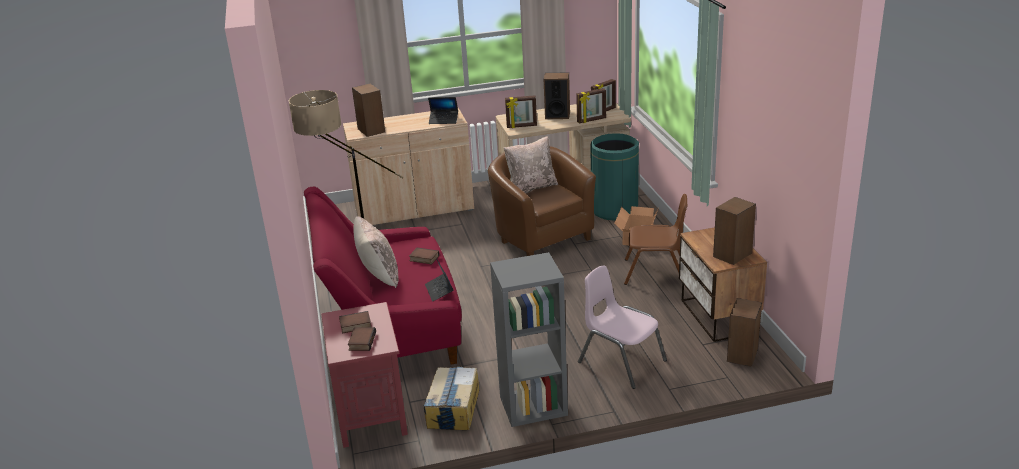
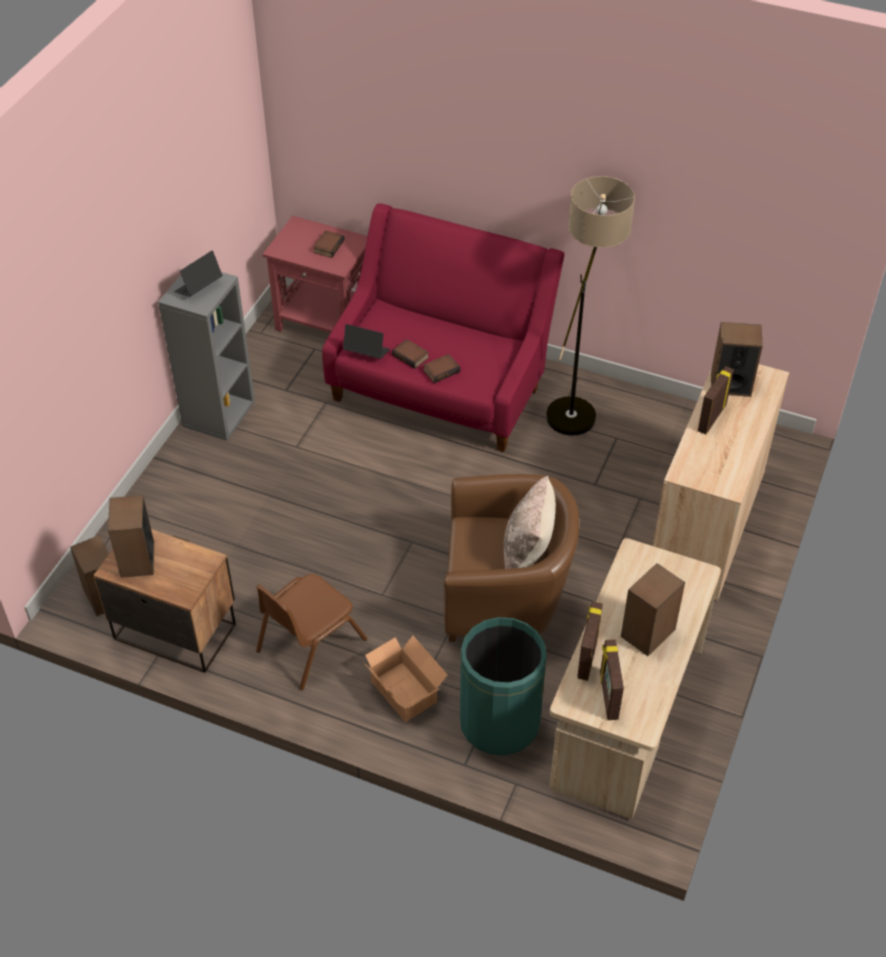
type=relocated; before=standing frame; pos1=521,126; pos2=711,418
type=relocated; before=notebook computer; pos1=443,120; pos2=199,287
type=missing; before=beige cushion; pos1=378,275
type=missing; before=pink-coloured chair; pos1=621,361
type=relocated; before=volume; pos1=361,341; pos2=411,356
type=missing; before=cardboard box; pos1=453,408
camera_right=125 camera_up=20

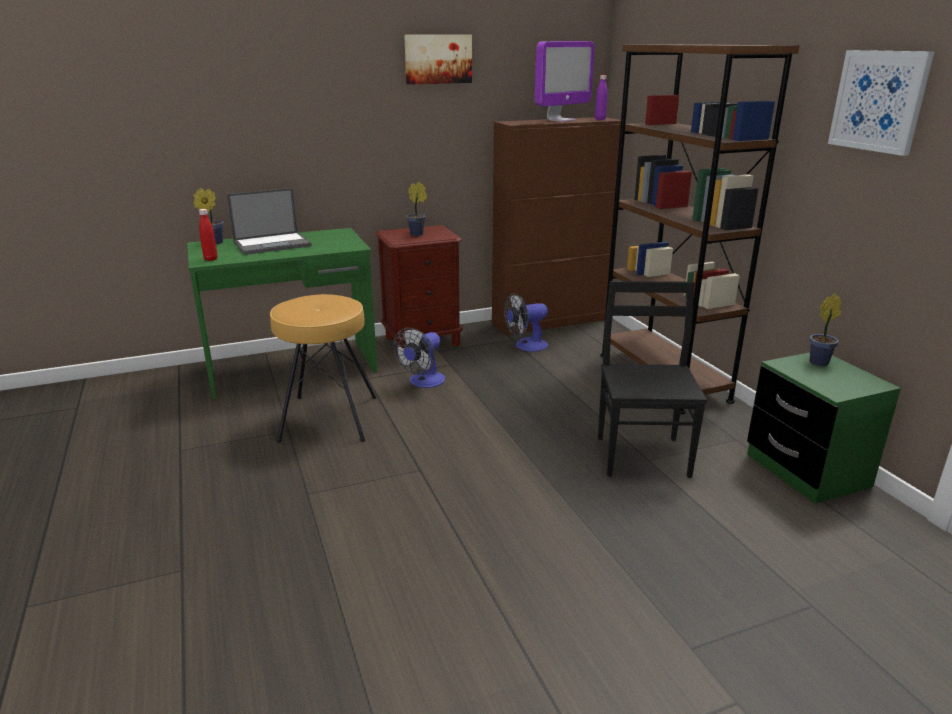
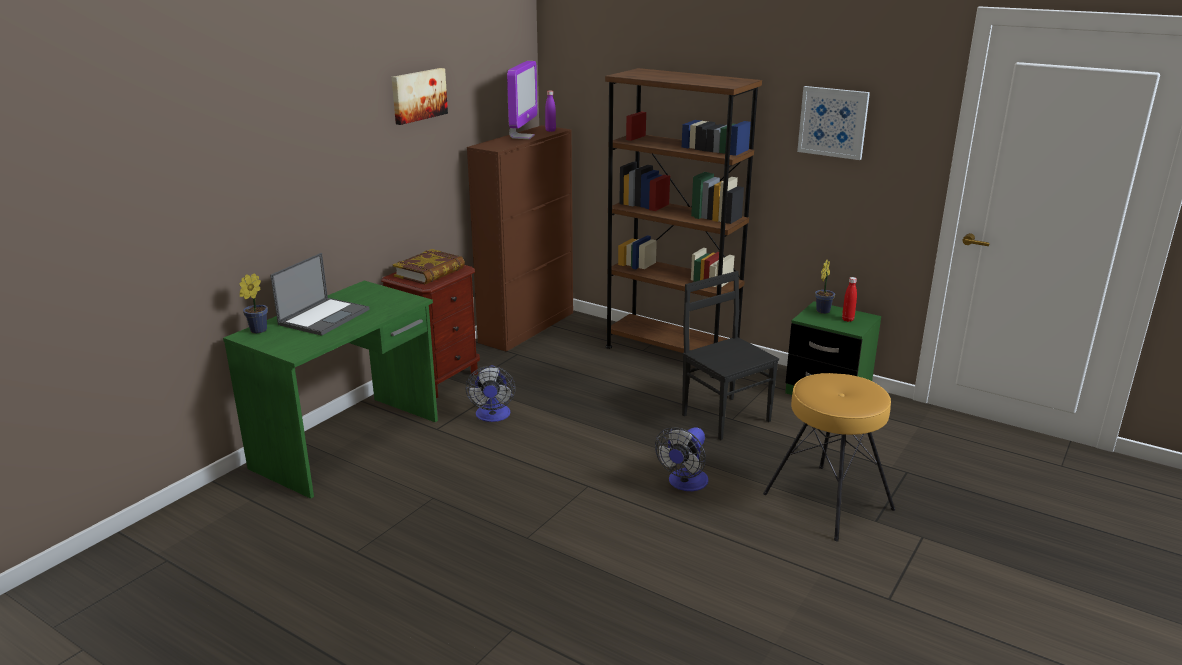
type=exchanged; before=potted plant; after=volume; pos1=418,234; pos2=430,272
type=relocated; before=red-coloured drink bottle; pos1=211,259; pos2=847,319
type=relocated; before=fan; pos1=526,346; pos2=685,483
type=relocated; before=brown stool seat; pos1=328,418; pos2=827,502
camera_right=-35 camera_up=0

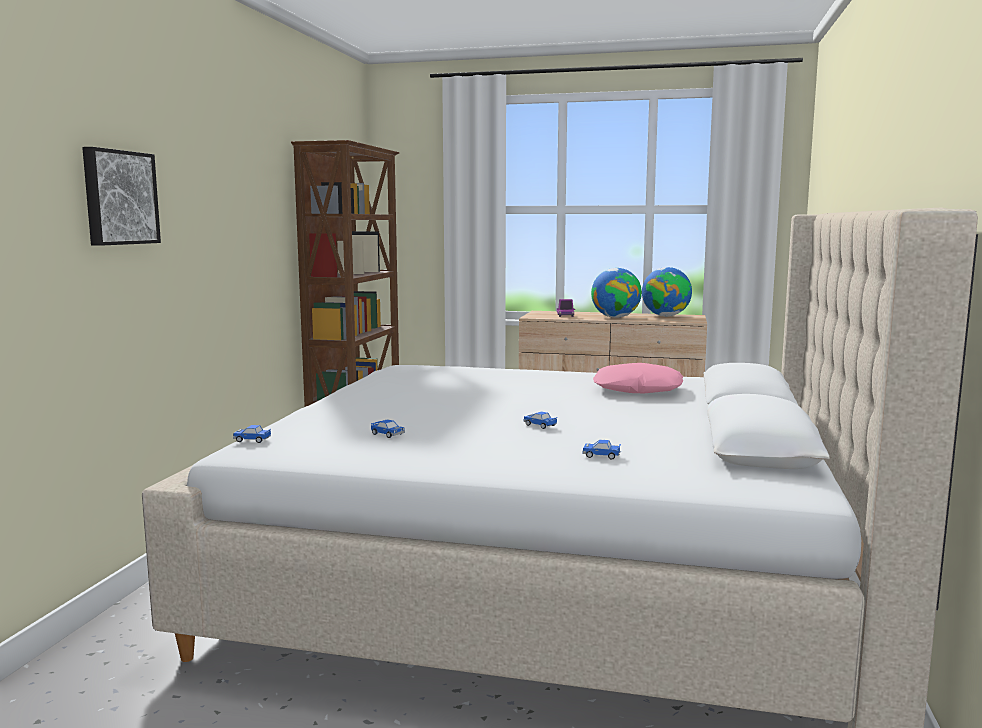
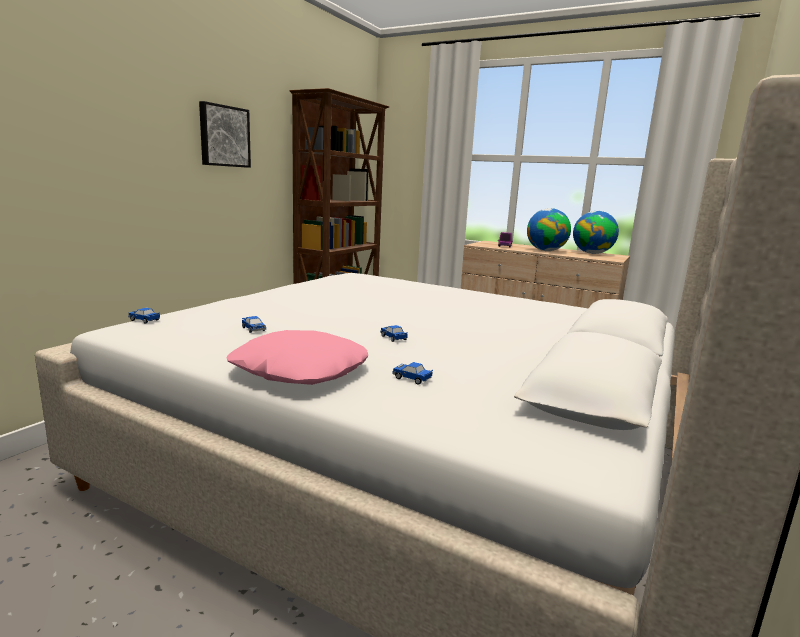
type=relocated; before=wall picture; pos1=119,197; pos2=224,136
type=relocated; before=pink-coloured cushion; pos1=637,389; pos2=299,370
camera_right=15 camera_up=5

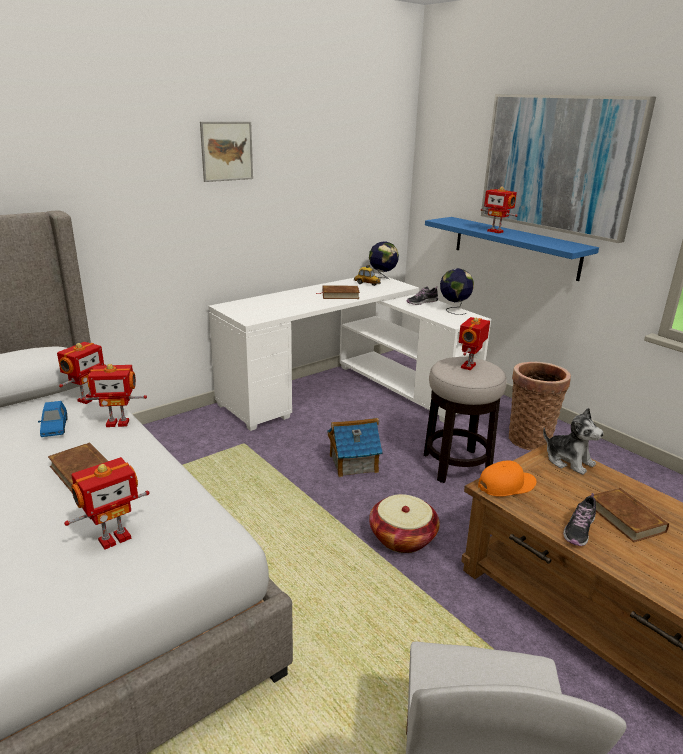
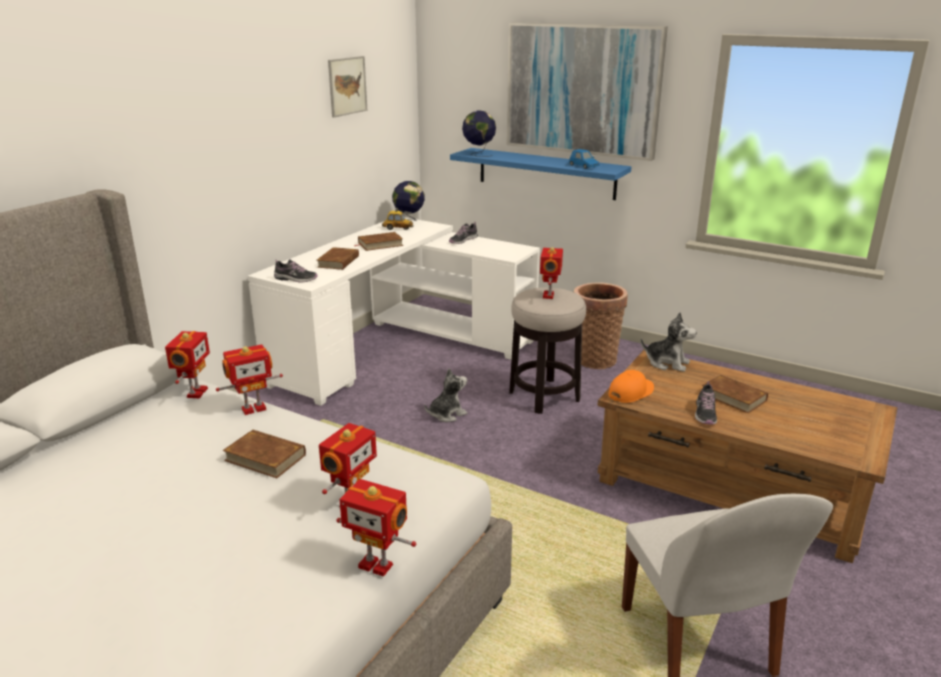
type=relocated; before=wall picture; pos1=227,151; pos2=347,86
type=relocated; before=toy robot; pos1=495,231; pos2=377,564
type=relocated; before=world globe; pos1=454,310; pos2=479,154
type=relocated; before=blue miniature car; pos1=55,428; pos2=584,166
type=exchanged; before=toy house; after=plush toy; pos1=353,463; pos2=446,414
type=missing; before=basket; pos1=402,537
type=appeared; after=brown volume; pos2=338,261
type=appeared; after=low shoe; pos2=295,279
camera_right=-20 camera_up=0

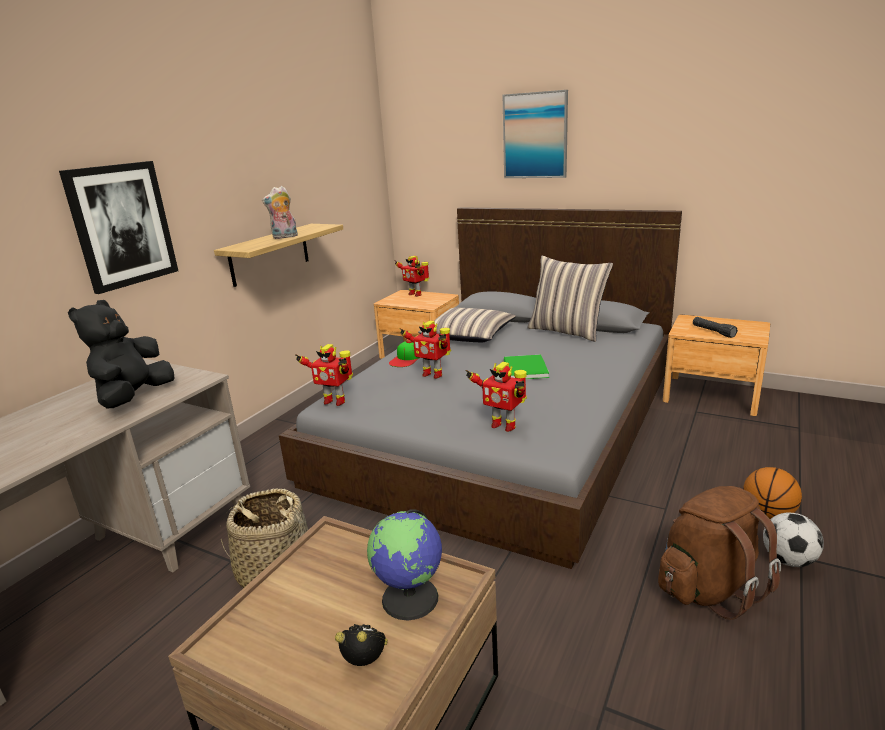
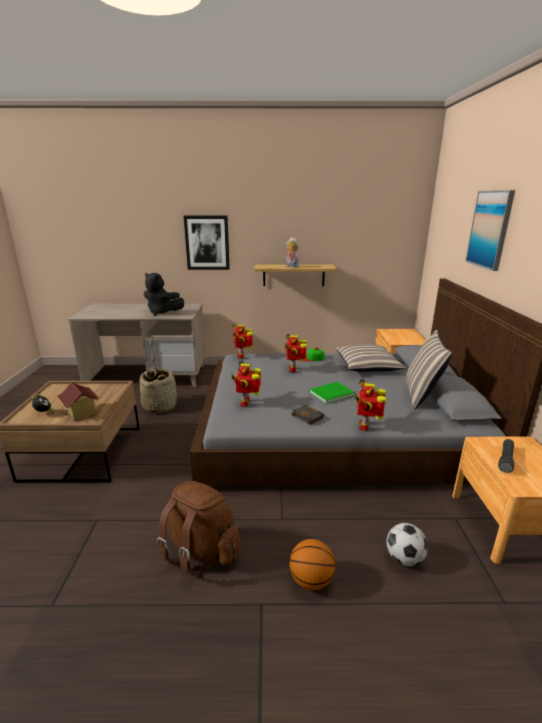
type=relocated; before=toy robot; pos1=415,294; pos2=365,426
type=spun; before=black plush toy; pos1=134,398; pos2=162,313; turn=-135
type=exchanged; before=world globe; after=toy house; pos1=411,598; pos2=81,412
type=relocated; before=ball for football; pos1=788,560; pos2=404,558
type=appeared; after=black volume; pos2=309,416
camera_right=60 camera_up=0

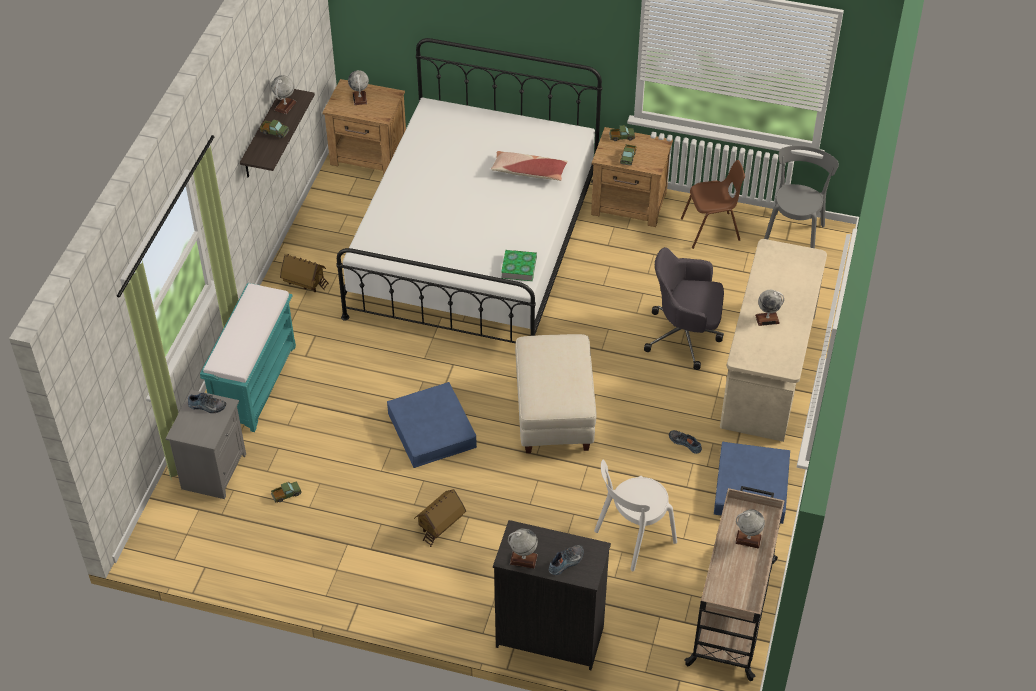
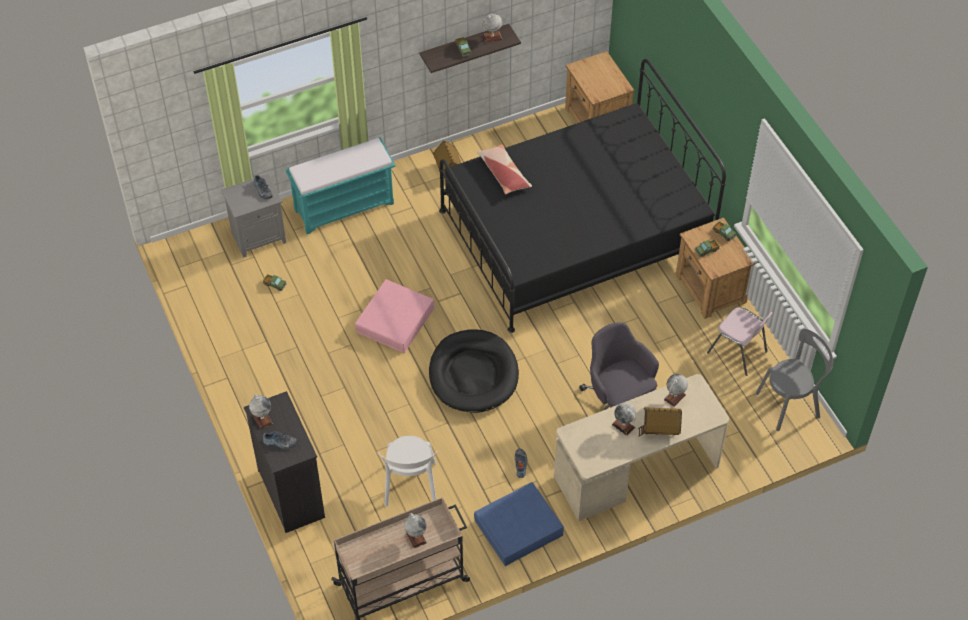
type=colour; before=white bed; after=black bed; pos1=474,247; pos2=575,232
type=relocated; before=world globe; pos1=360,98; pos2=674,397
type=relocated; before=cushion; pos1=528,172; pos2=503,174
type=colour; before=brown chair; after=pink-coloured chair; pos1=711,230; pos2=737,352
type=missing; before=volume; pos1=519,268
type=exchanged; before=beige ottoman; after=black dog bed; pos1=553,413; pos2=473,374
type=colour; before=blue storage box; after=pink-coloured storage box; pos1=432,430; pos2=395,320
type=spun; before=white chair; pos1=632,538; pos2=410,487; turn=-105
type=relocated; before=toy house; pos1=440,526; pos2=660,429
camera_right=50 camera_up=5

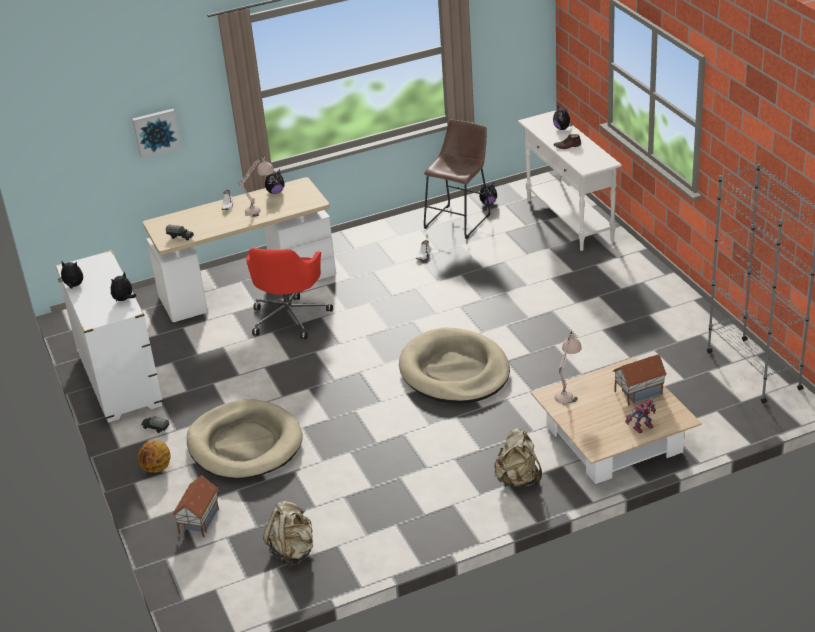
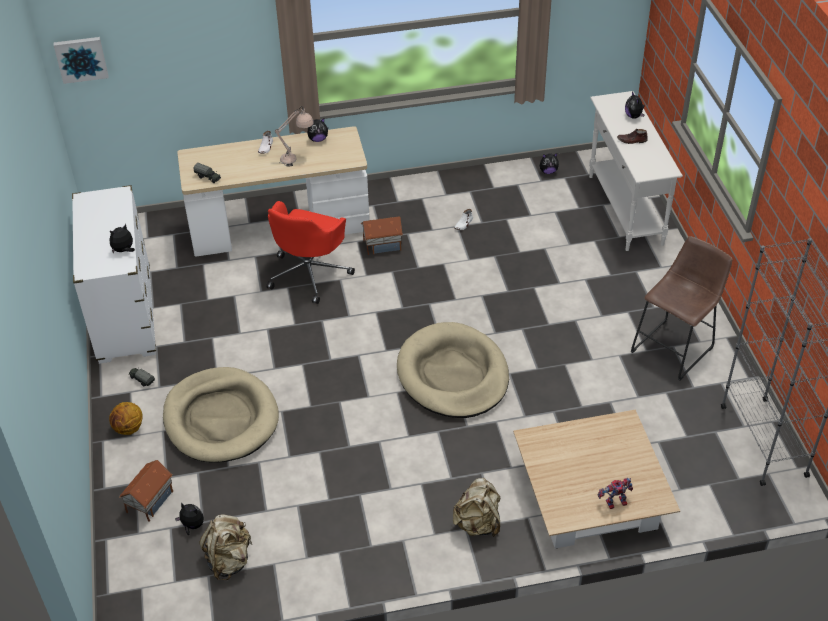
type=relocated; before=wall picture; pos1=156,132; pos2=81,59
type=relocated; before=brown stool seat; pos1=459,220; pos2=675,347
type=relocated; before=plush toy; pos1=73,286; pos2=192,526
type=missing; before=beige tabletop lamp; pos1=568,391
type=relocated; before=toy house; pos1=638,392; pos2=382,245
camera_right=10 camera_up=10

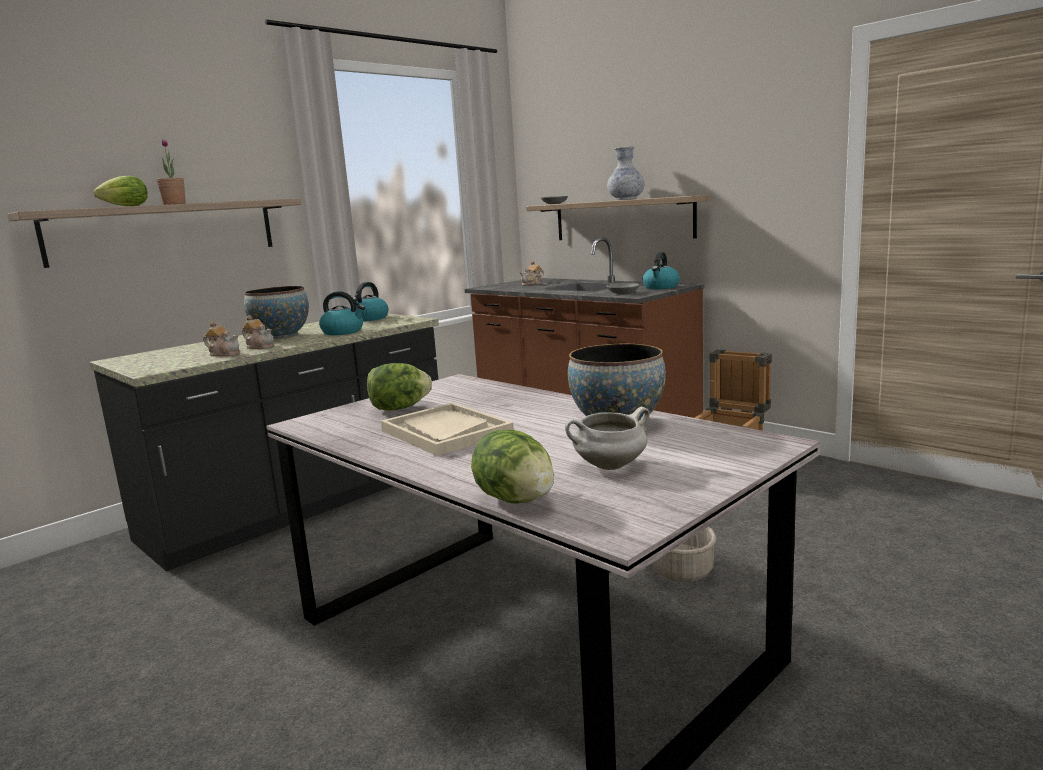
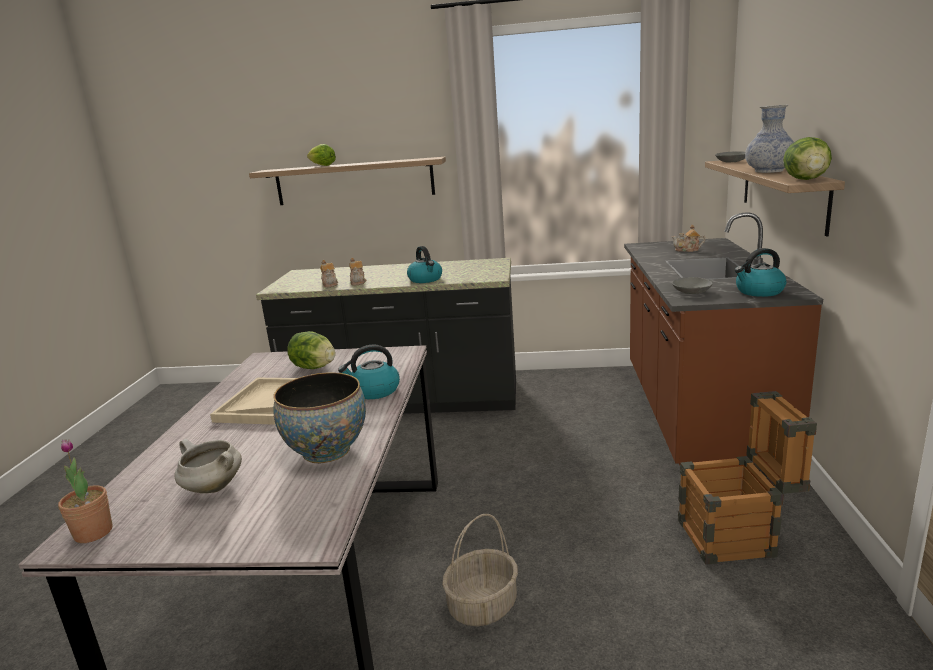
type=relocated; before=potted plant; pos1=174,204; pos2=93,533
type=relocated; before=tea kettle; pos1=369,319; pos2=374,391
type=missing; before=serving bowl; pos1=281,336
type=relocated; before=lettuce head; pos1=516,500; pos2=806,180
camera_right=50 camera_up=5

